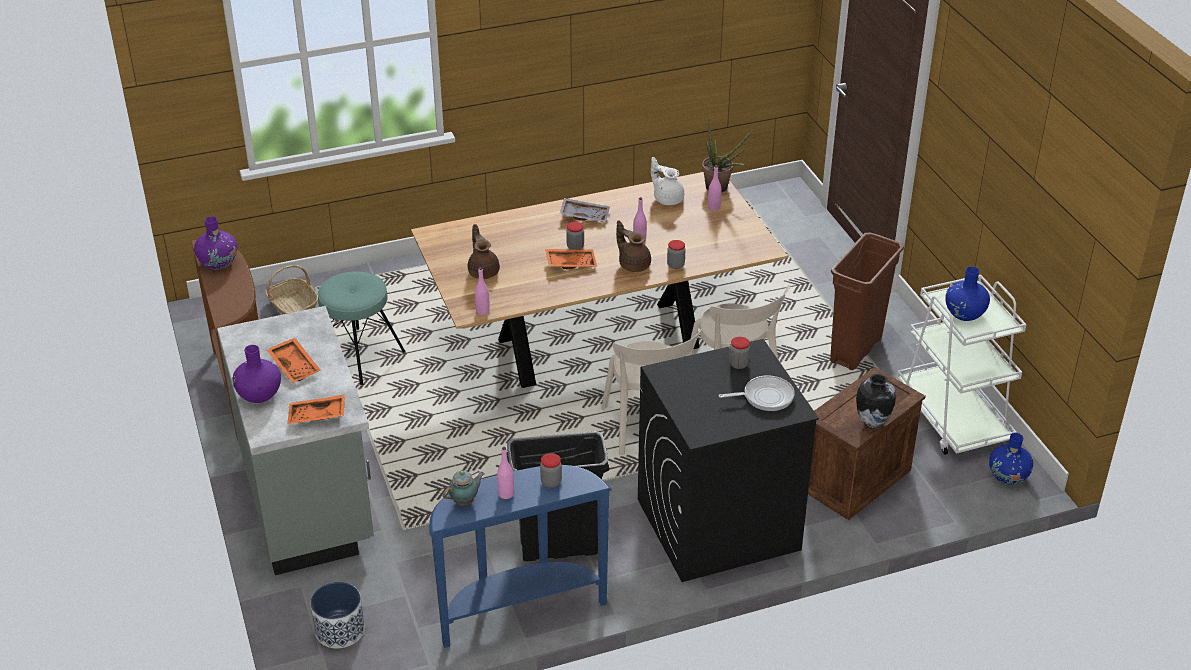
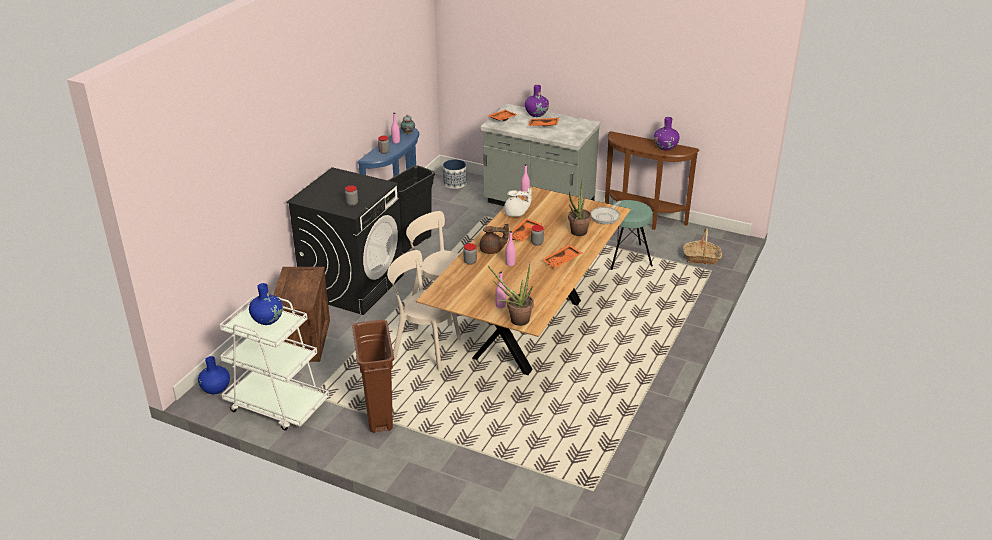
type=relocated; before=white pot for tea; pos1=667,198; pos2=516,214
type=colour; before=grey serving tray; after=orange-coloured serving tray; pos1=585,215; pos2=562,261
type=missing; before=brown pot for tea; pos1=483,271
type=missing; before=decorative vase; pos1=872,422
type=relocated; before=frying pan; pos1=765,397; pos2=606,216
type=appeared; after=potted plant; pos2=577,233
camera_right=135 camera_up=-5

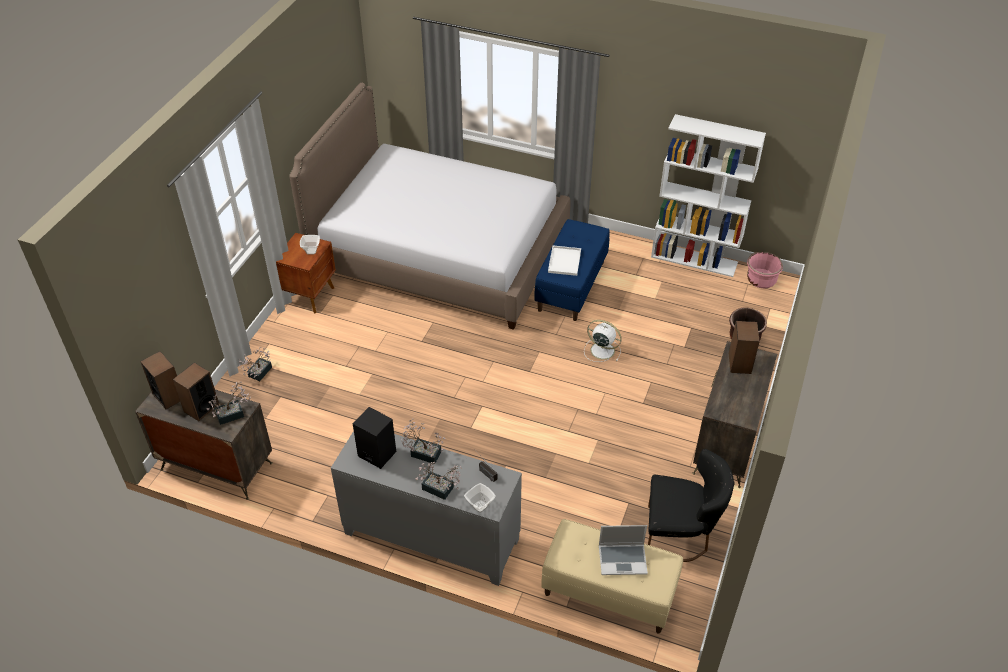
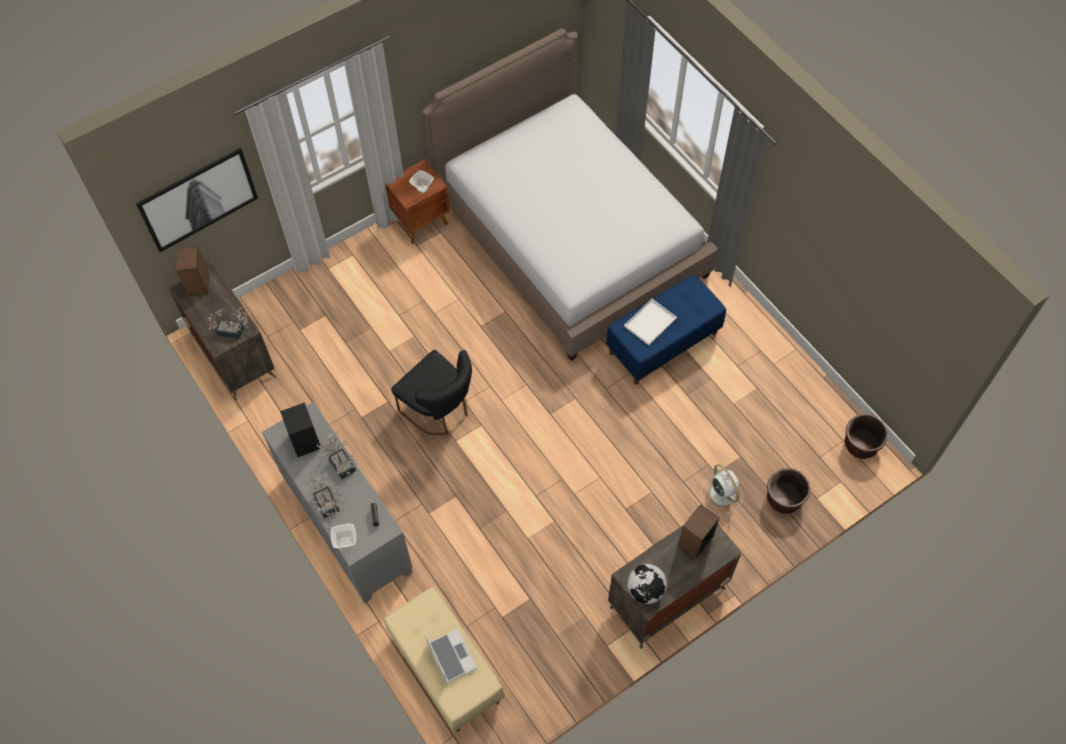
type=missing; before=white bookshelf; pos1=694,259
type=colour; before=pink-coloured plant pot; after=brown plant pot; pos1=761,280; pos2=861,444
type=relocated; before=white fan; pos1=601,350; pos2=722,492
type=missing; before=potted plant; pos1=258,374
type=missing; before=speaker; pos1=201,407
type=relocated; before=black chair; pos1=680,535; pos2=439,410
type=spun; before=notebook computer; pos1=623,559; pos2=450,656; turn=-150
type=appeared; after=wall picture; pos2=198,198
type=appeared; after=world globe; pos2=645,590
camera_right=35 camera_up=15

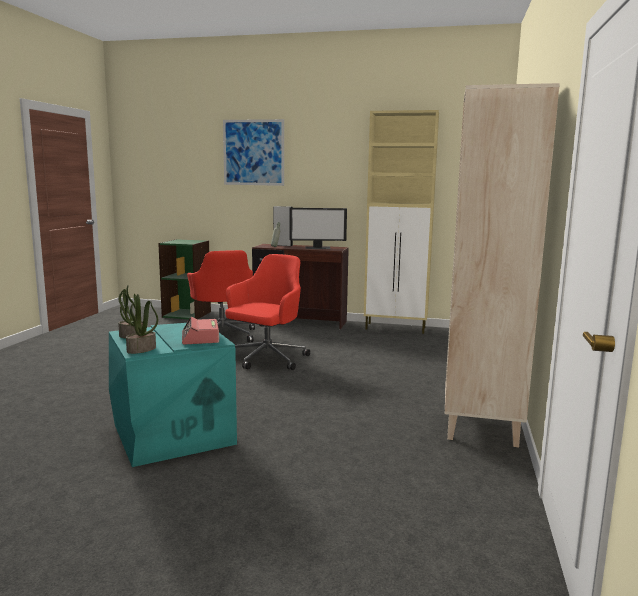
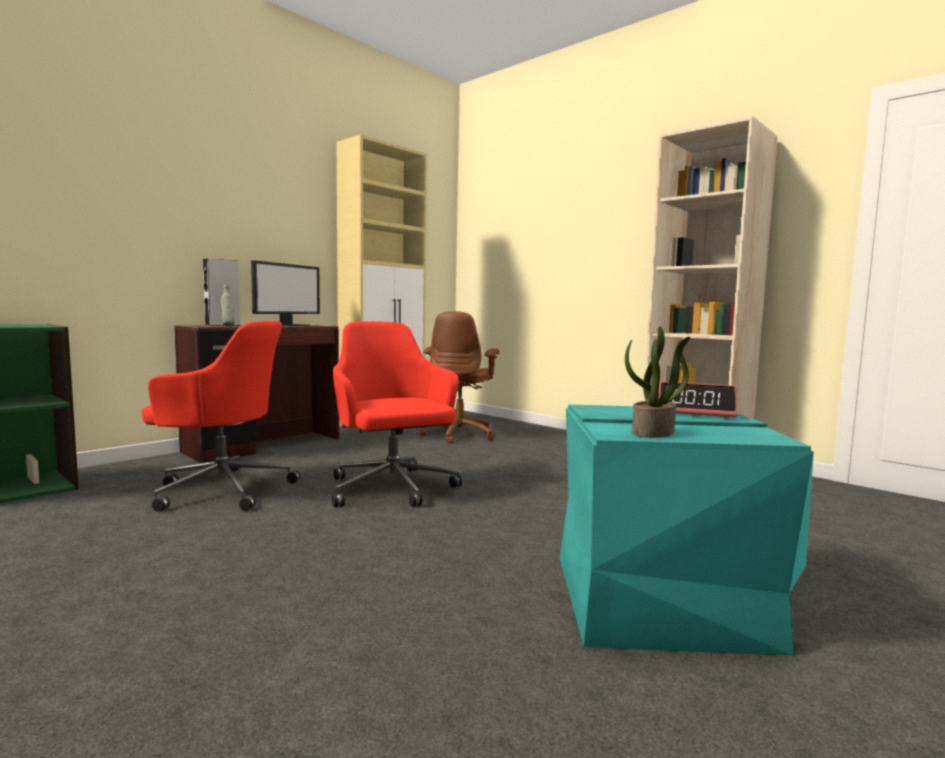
type=missing; before=wall picture; pos1=253,152
type=missing; before=potted plant; pos1=141,350
type=appeared; after=brown desk chair; pos2=459,435
camera_right=-60 camera_up=-5

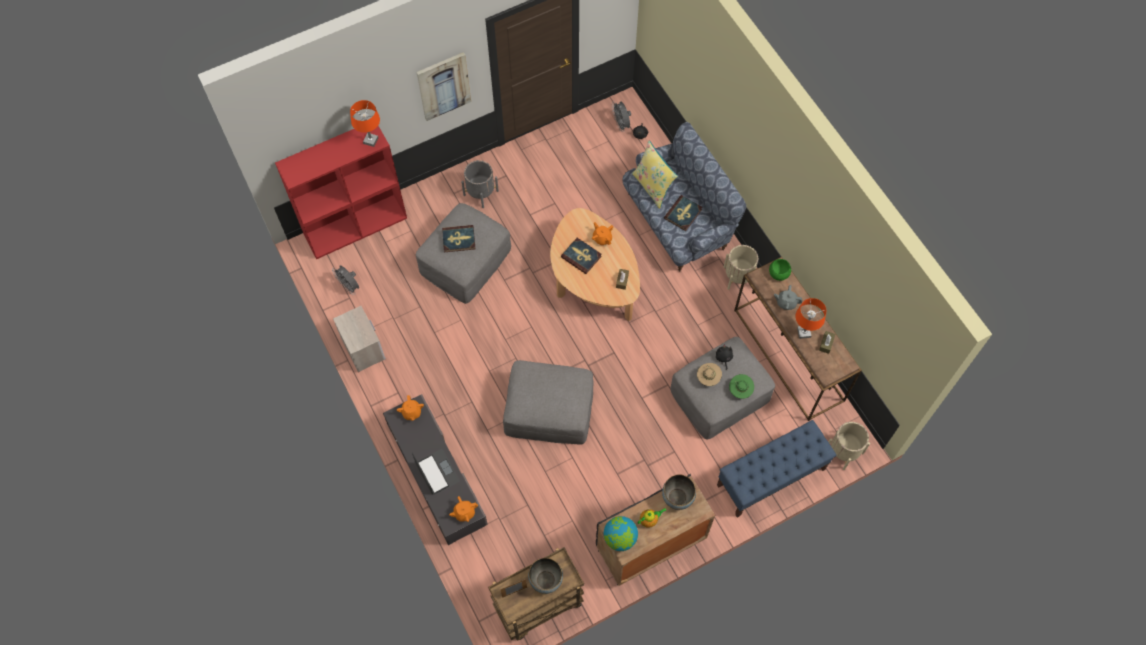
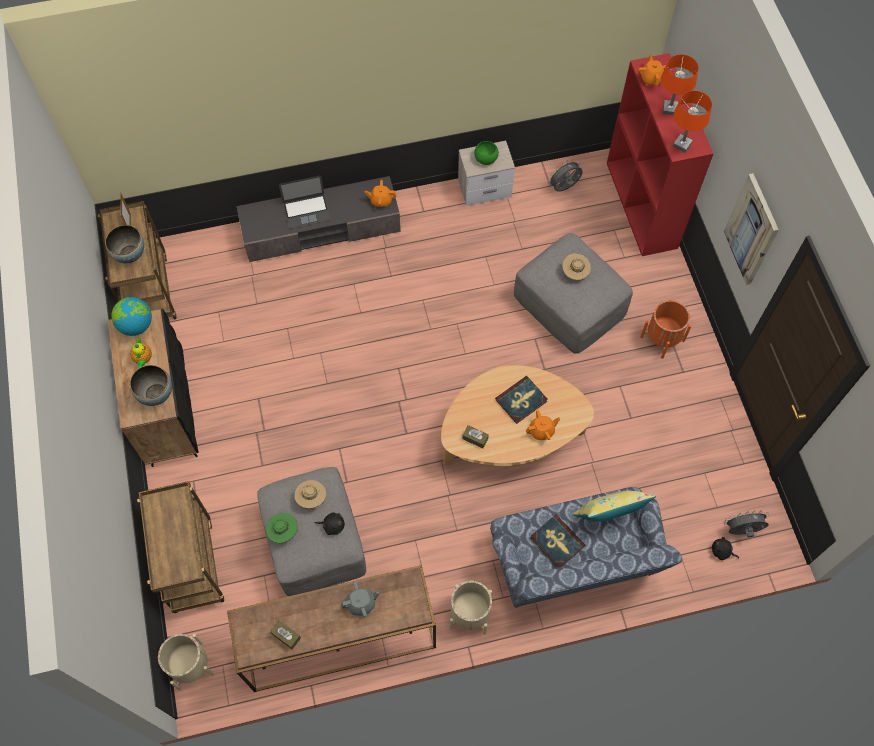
type=colour; before=grey plant pot; after=orange-coloured plant pot; pos1=481,193; pos2=662,339
type=exchanged; before=volume; after=beige clothing hat; pos1=459,239; pos2=575,272
type=relocated; before=greenish serving bowl; pos1=779,273; pos2=486,159
type=spun; before=grey pot for tea; pos1=786,303; pos2=361,603; turn=45
type=relocated; before=orange-coloured tabletop lamp; pos1=804,333; pos2=669,109
type=missing; before=grey ottoman; pos1=549,410
type=exchanged; before=blue indoor bench; after=brown cart; pos1=770,477; pos2=191,564
type=relocated; before=orange-coloured pot for tea; pos1=464,513; pos2=651,79
camera_right=105 camera_up=0

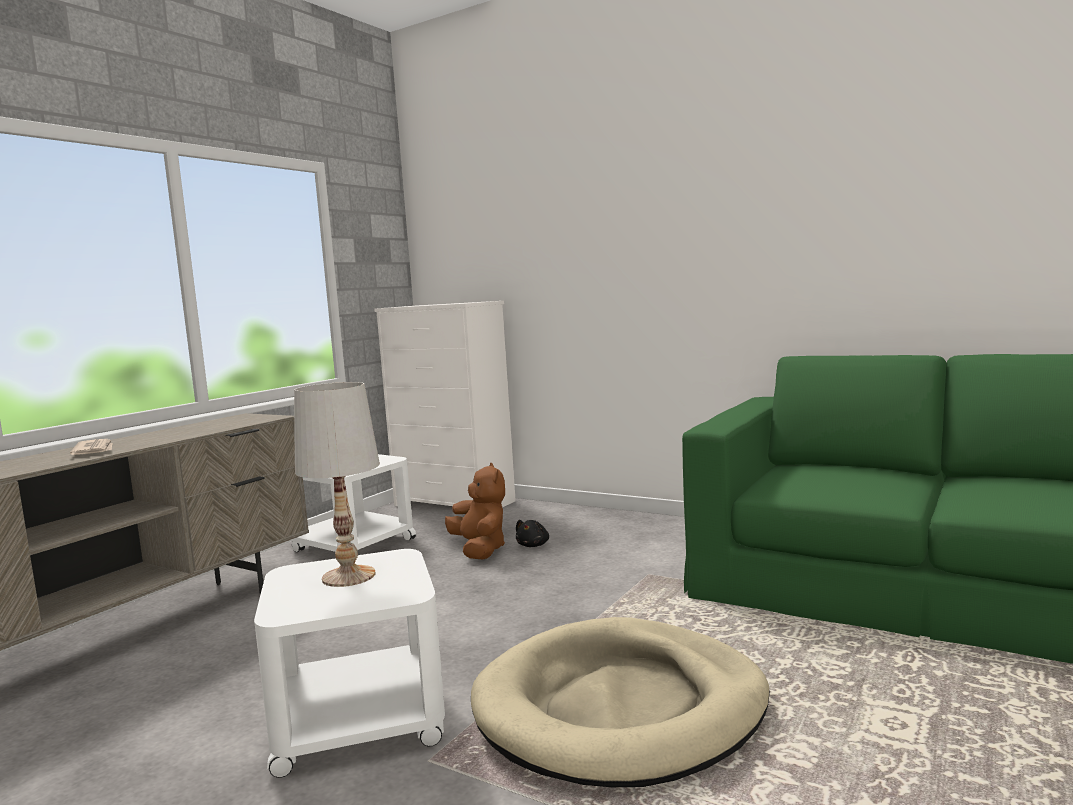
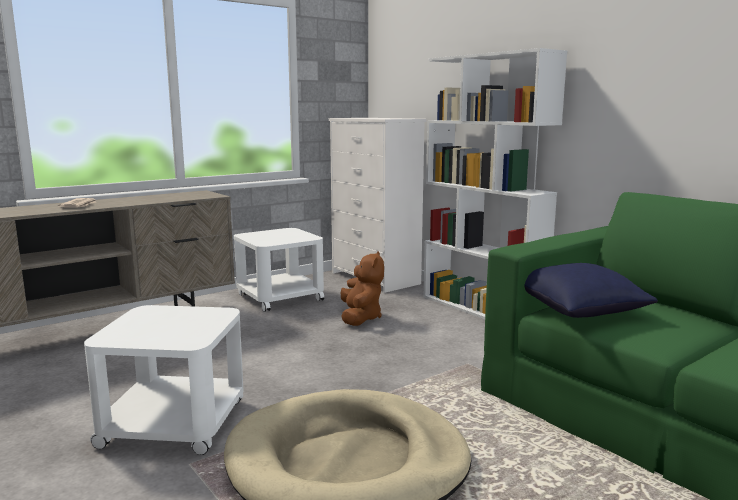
type=missing; before=white tabletop lamp; pos1=348,576
type=missing; before=black plush toy; pos1=533,545
type=appeared; after=white bookshelf; pos2=482,309
type=appeared; after=blue cushion; pos2=578,311
camera_right=20 camera_up=5

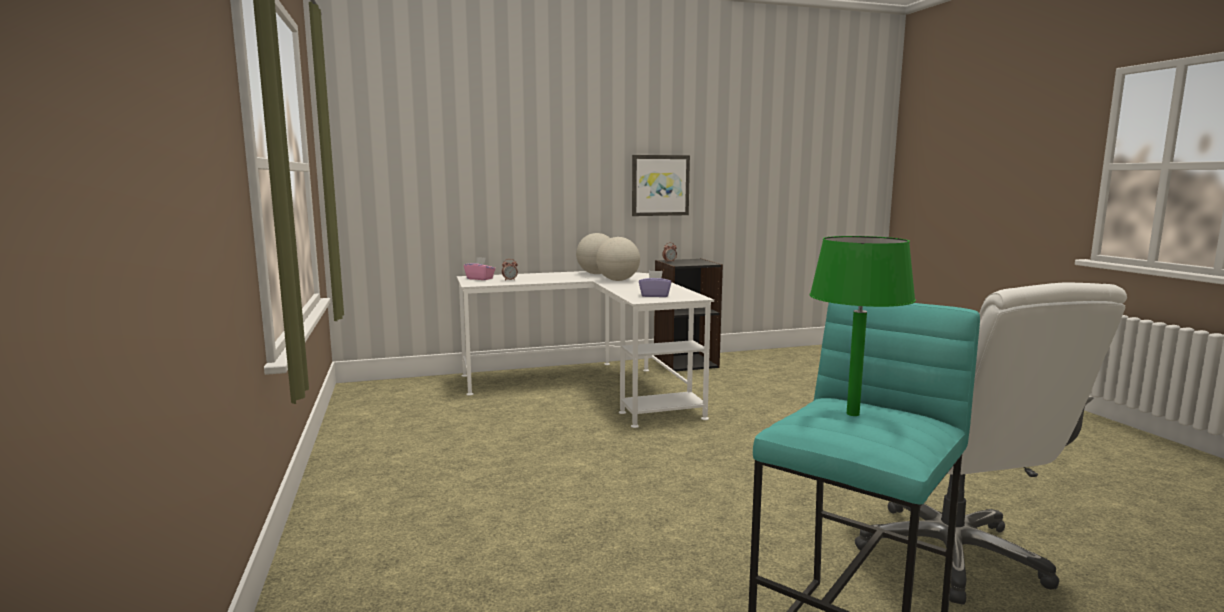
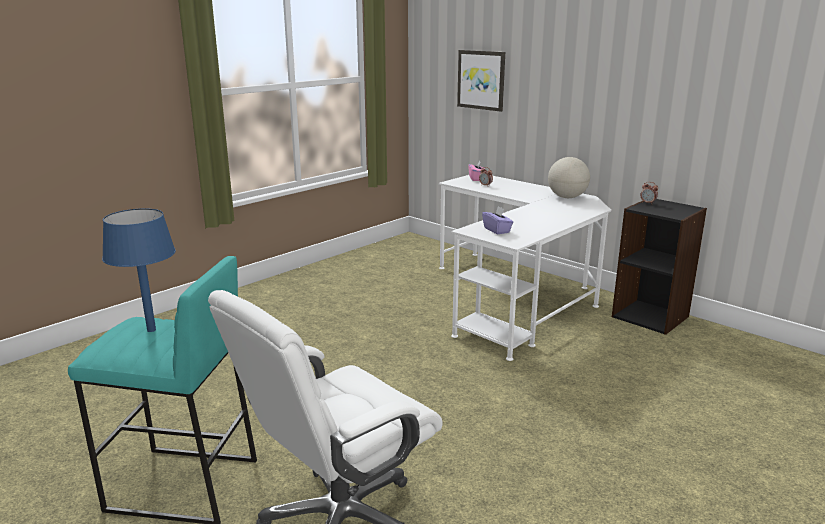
type=relocated; before=wall picture; pos1=660,185; pos2=481,80
type=colour; before=greenish tabletop lamp; after=blue tabletop lamp; pos1=853,414; pos2=151,330
type=missing; before=world globe; pos1=618,280
camera_right=60 camera_up=10

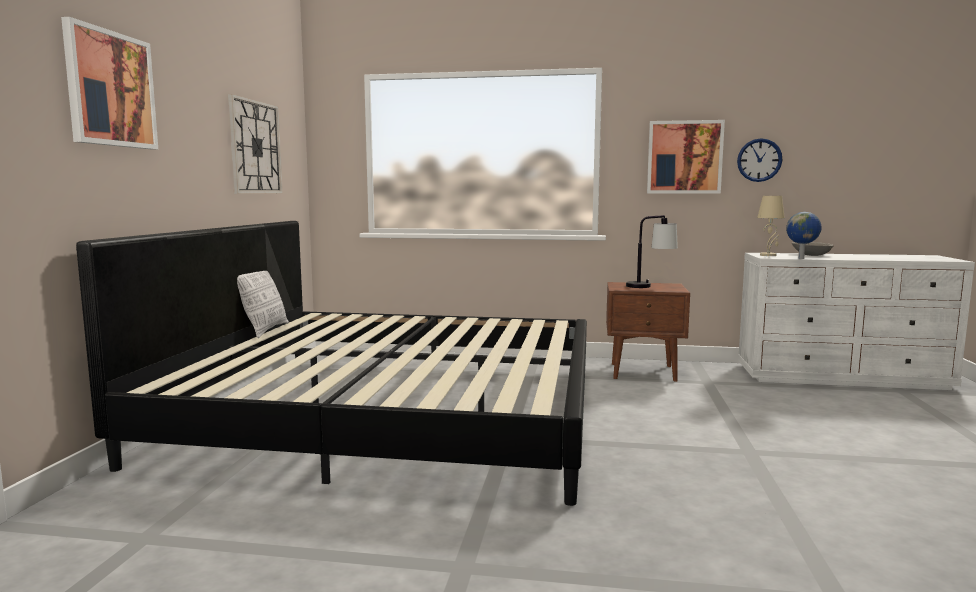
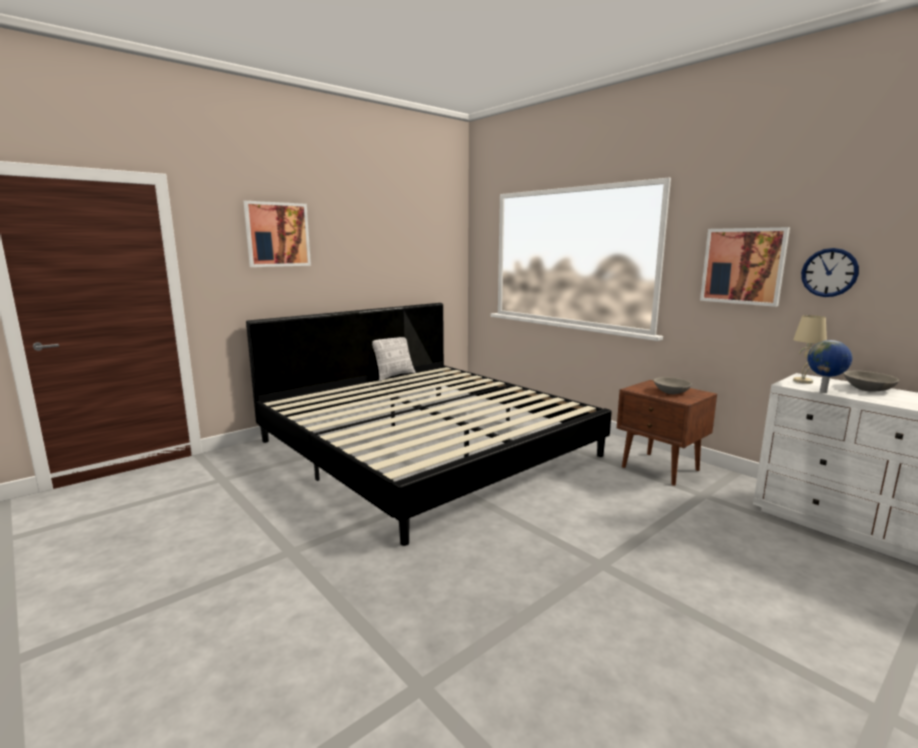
type=missing; before=hanging clock; pos1=255,147
type=exchanged; before=tabletop lamp; after=grey serving bowl; pos1=650,286; pos2=671,392
camera_right=40 camera_up=5

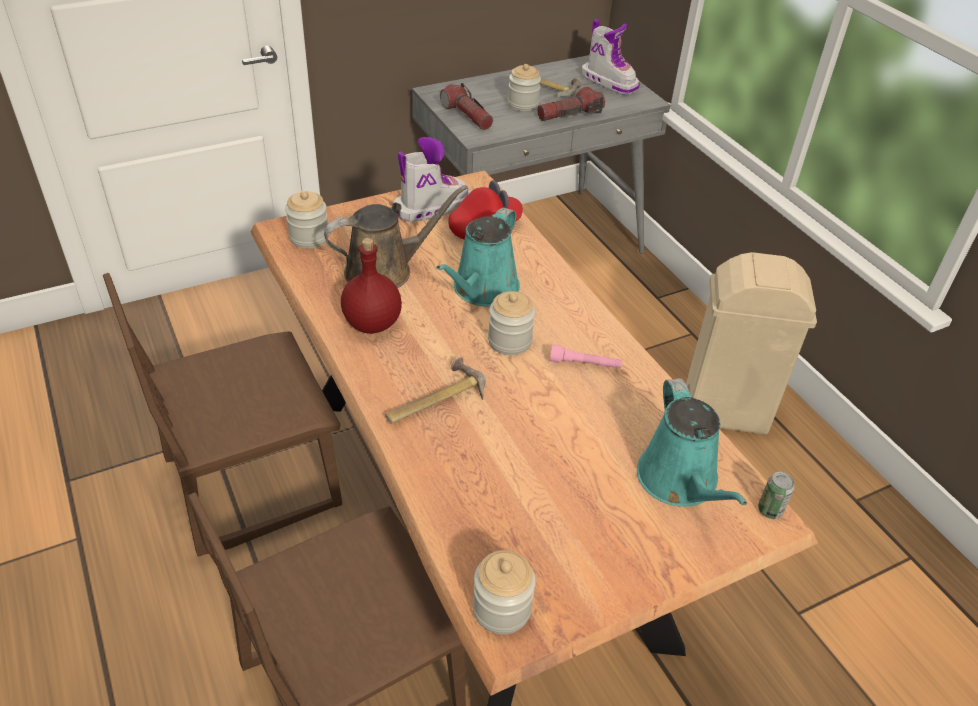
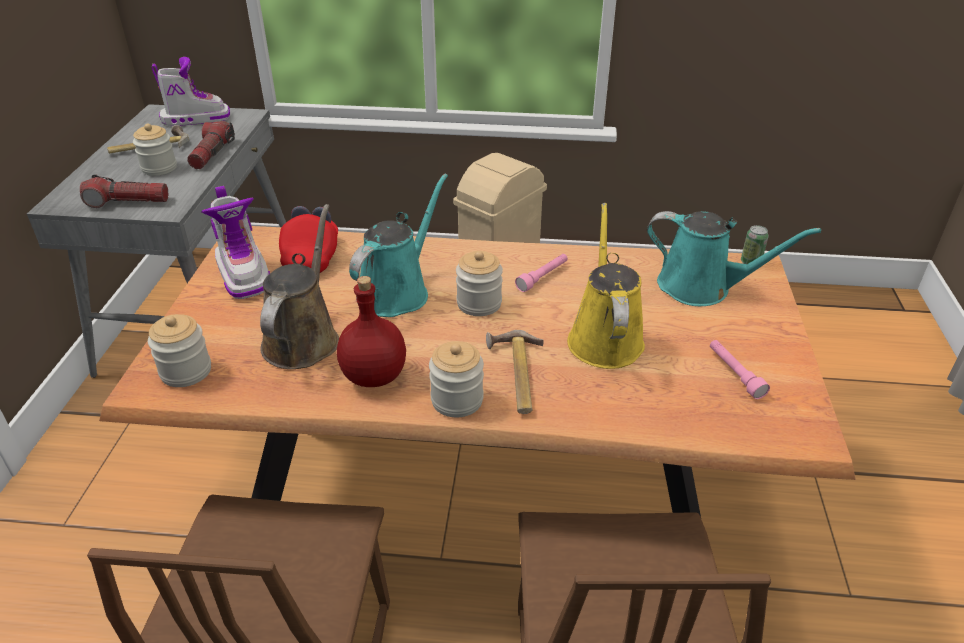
type=spun; before=tall boot; pos1=432,207; pos2=244,274; turn=150
type=spun; before=turquoise watering pot; pos1=482,290; pos2=397,291; turn=-120
type=relocated; before=storage jar; pos1=501,609; pos2=457,400
type=appeared; after=yellowish watering pot; pos2=604,337
type=appeared; after=pink-coloured hand torch; pos2=734,374
camera_right=-55 camera_up=-5

